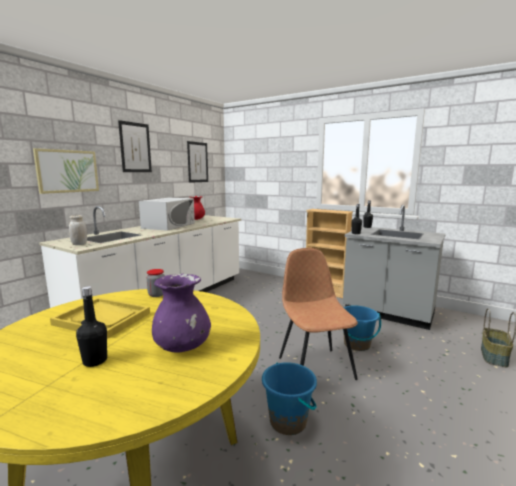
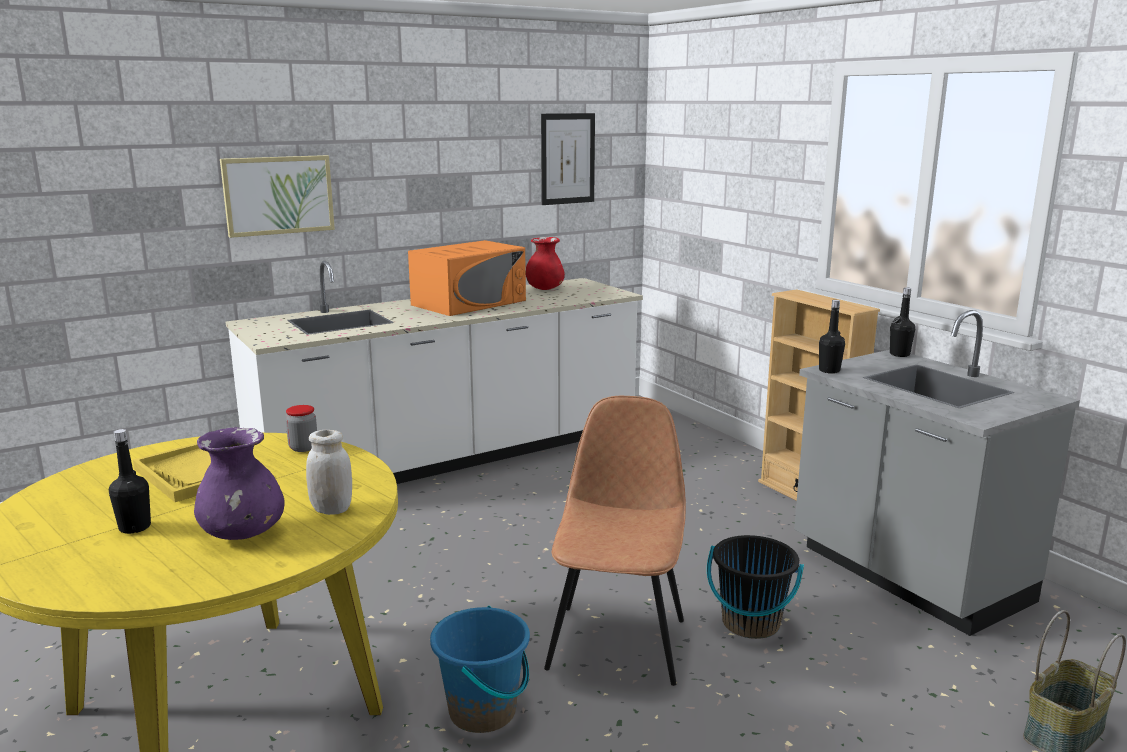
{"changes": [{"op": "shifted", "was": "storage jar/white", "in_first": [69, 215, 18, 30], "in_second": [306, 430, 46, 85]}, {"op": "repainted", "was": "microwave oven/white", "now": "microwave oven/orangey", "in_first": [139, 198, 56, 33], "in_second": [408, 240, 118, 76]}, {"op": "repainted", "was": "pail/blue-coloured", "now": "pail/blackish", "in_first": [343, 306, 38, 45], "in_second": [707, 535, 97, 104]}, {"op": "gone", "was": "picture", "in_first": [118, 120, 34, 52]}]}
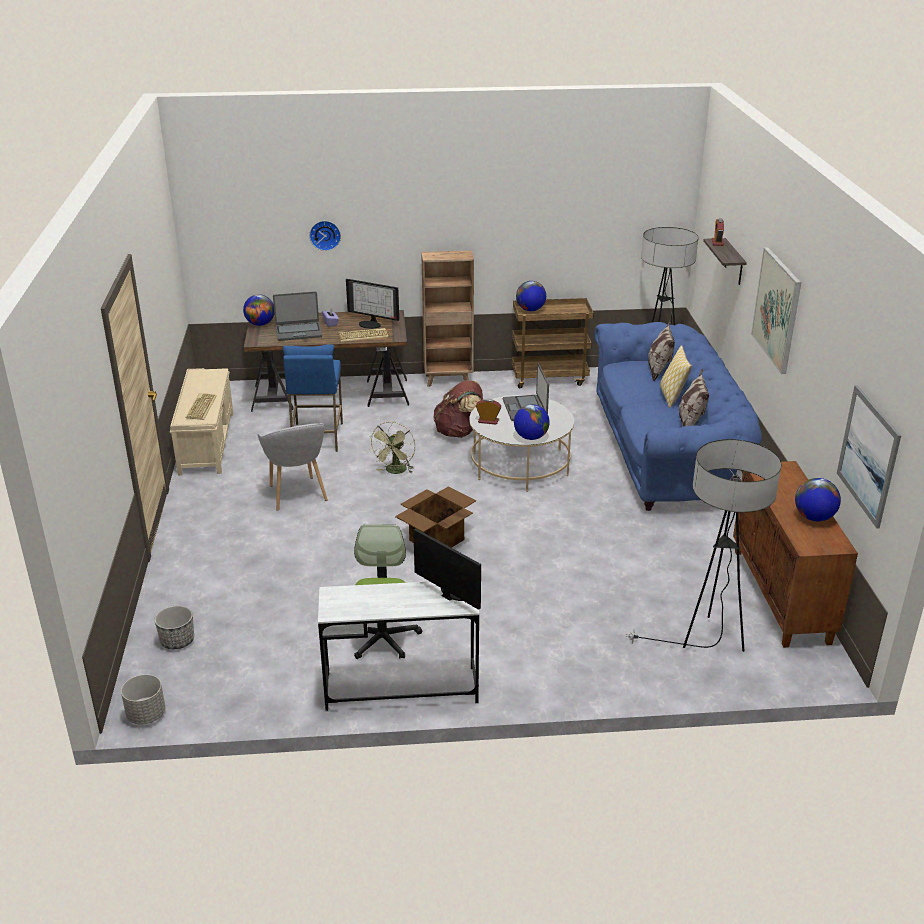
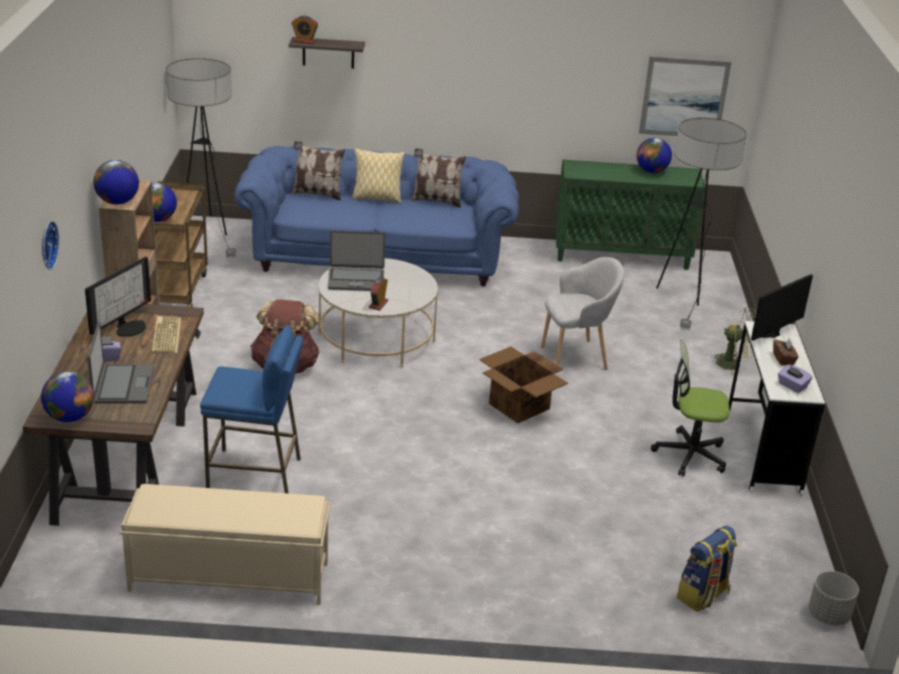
{"changes": [{"op": "shifted", "was": "desk globe", "in_first": [514, 404, 36, 36], "in_second": [93, 160, 46, 44]}, {"op": "shifted", "was": "armchair/gray", "in_first": [258, 423, 70, 88], "in_second": [541, 257, 83, 113]}, {"op": "repainted", "was": "cupboard/brown-coloured", "now": "cupboard/green-coloured", "in_first": [733, 461, 125, 187], "in_second": [555, 160, 151, 110]}, {"op": "swapped", "was": "plant pot", "now": "knapsack", "in_first": [154, 605, 40, 44], "in_second": [677, 526, 60, 86]}, {"op": "shifted", "was": "cooling fan/green-coloured", "in_first": [369, 422, 46, 52], "in_second": [711, 308, 45, 68]}, {"op": "new", "now": "tissue box/brown-coloured", "in_second": [773, 338, 26, 27]}, {"op": "new", "now": "tissue box/purple", "in_second": [778, 364, 34, 29]}, {"op": "gone", "was": "keyboard", "in_first": [185, 393, 32, 27]}, {"op": "gone", "was": "picture", "in_first": [751, 247, 50, 127]}]}
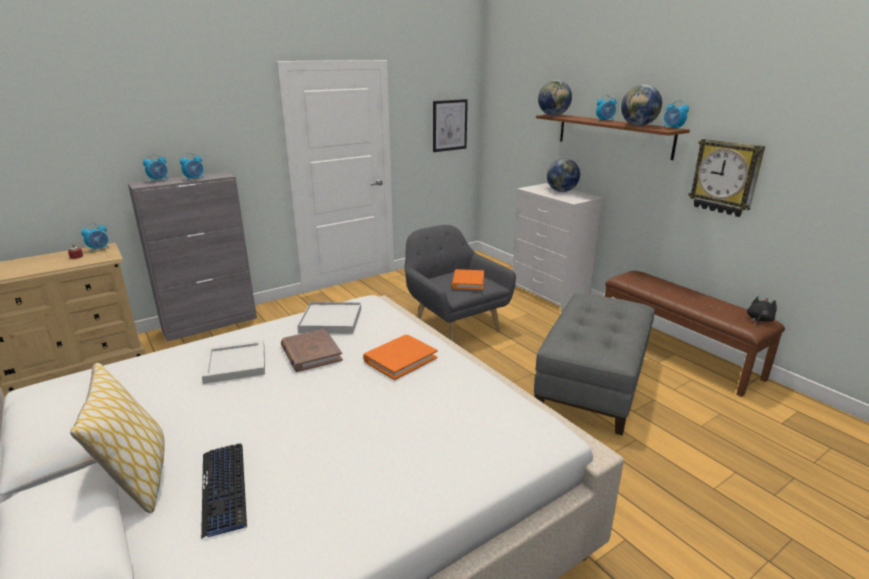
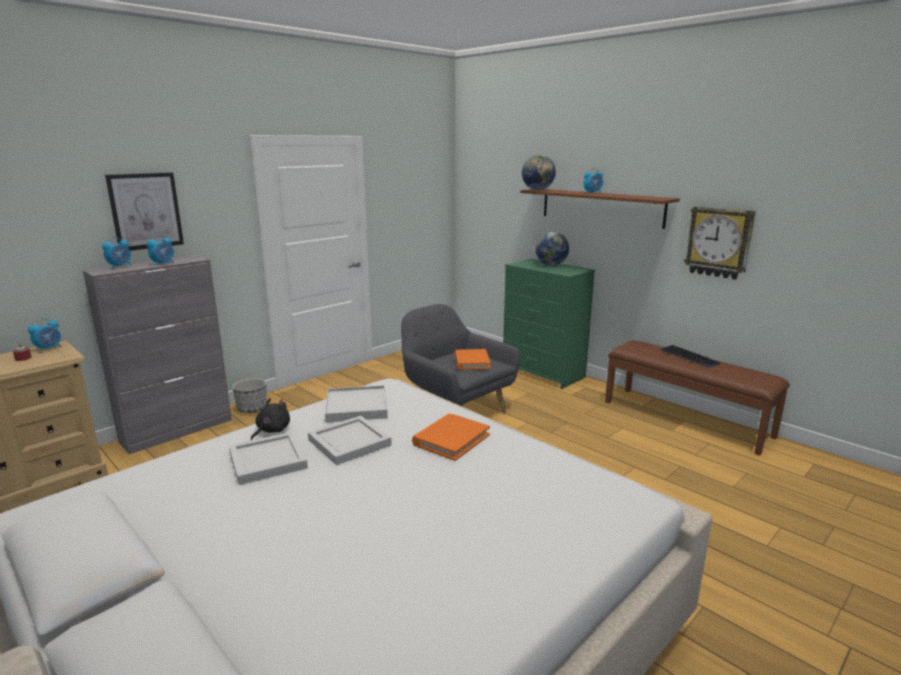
{"changes": [{"op": "shifted", "was": "picture", "in_first": [433, 99, 35, 53], "in_second": [105, 172, 79, 79]}, {"op": "new", "now": "plant pot", "in_second": [232, 378, 35, 35]}, {"op": "shifted", "was": "cuddly toy/blackish", "in_first": [747, 297, 30, 29], "in_second": [251, 398, 39, 42]}, {"op": "swapped", "was": "bound book/brown-coloured", "now": "serving tray/white", "in_first": [281, 329, 62, 43], "in_second": [308, 416, 84, 49]}, {"op": "repainted", "was": "chest of drawers/white", "now": "chest of drawers/green-coloured", "in_first": [512, 183, 92, 129], "in_second": [503, 259, 92, 130]}, {"op": "shifted", "was": "keyboard", "in_first": [201, 443, 46, 96], "in_second": [661, 345, 59, 23]}, {"op": "gone", "was": "throw pillow", "in_first": [70, 363, 95, 150]}, {"op": "gone", "was": "footrest/gray", "in_first": [534, 293, 121, 143]}, {"op": "gone", "was": "desk globe", "in_first": [621, 85, 41, 41]}, {"op": "gone", "was": "alarm clock", "in_first": [663, 100, 26, 30]}]}
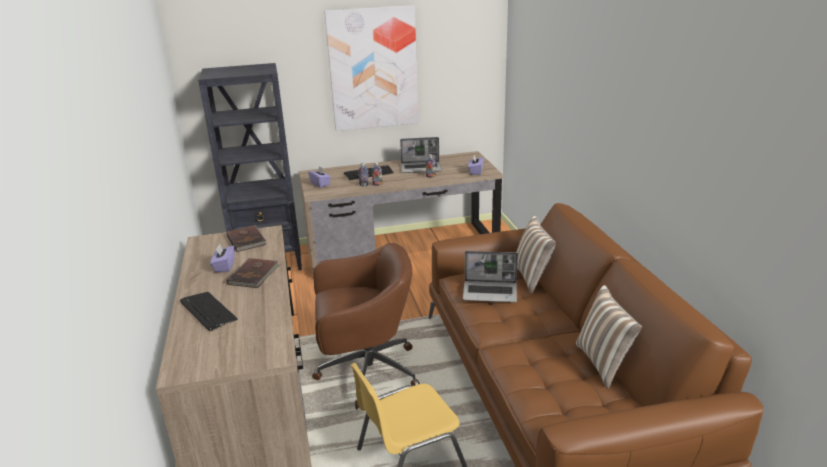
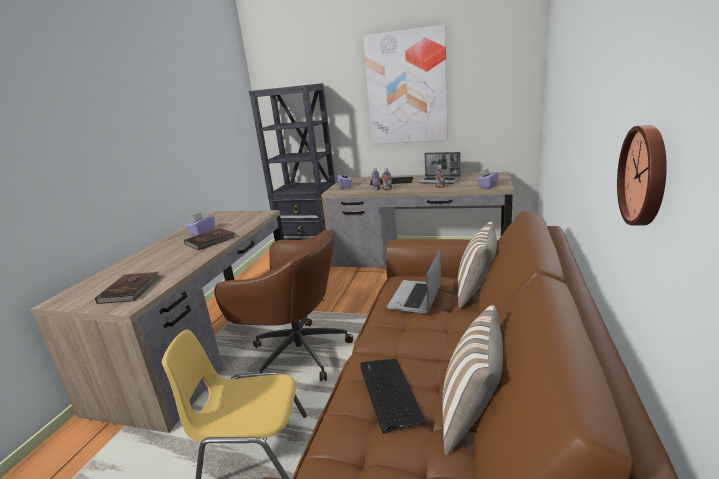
{"changes": [{"op": "shifted", "was": "bound book/brown-coloured", "in_first": [226, 225, 40, 27], "in_second": [95, 272, 67, 32]}, {"op": "shifted", "was": "keyboard", "in_first": [180, 292, 58, 39], "in_second": [360, 359, 66, 75]}, {"op": "rotated", "was": "laptop", "in_first": [463, 251, 55, 51], "in_second": [387, 249, 54, 65], "clockwise": 75}, {"op": "new", "now": "wall clock", "in_second": [617, 125, 50, 101]}]}
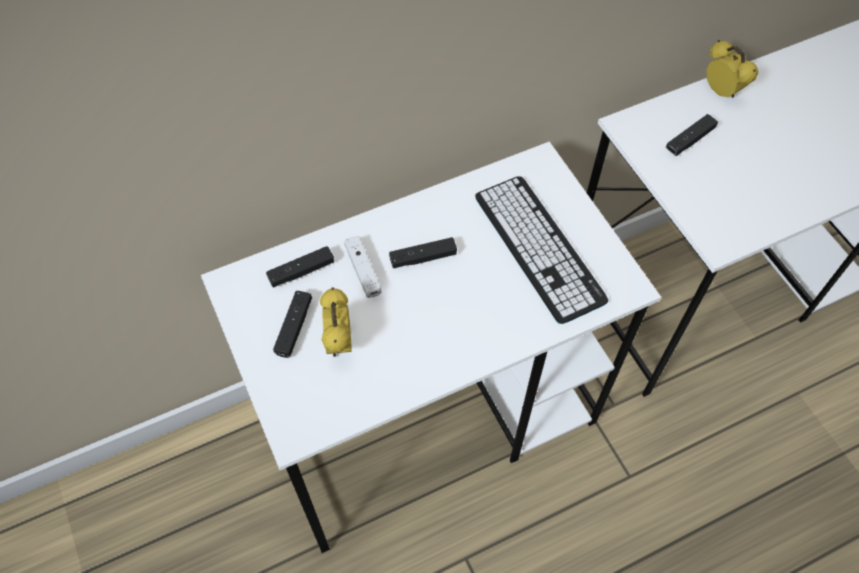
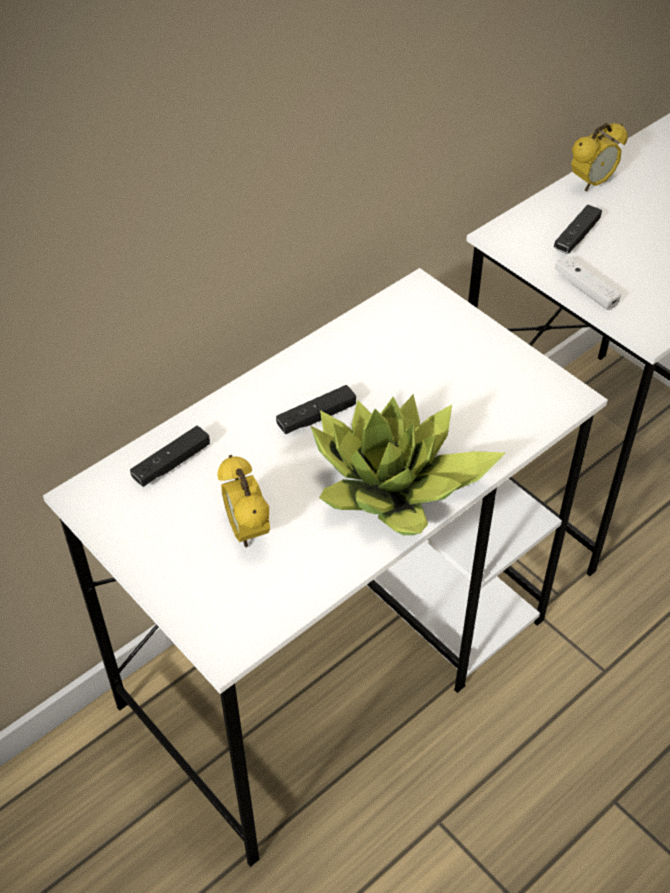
{"changes": [{"op": "new", "now": "houseplant", "in_second": [311, 394, 194, 141]}, {"op": "shifted", "was": "game controller/white", "in_first": [344, 236, 37, 62], "in_second": [554, 256, 67, 54]}, {"op": "rotated", "was": "alarm clock", "in_first": [706, 40, 52, 58], "in_second": [571, 123, 57, 68], "clockwise": 105}, {"op": "gone", "was": "game controller/blackish", "in_first": [273, 291, 39, 67]}, {"op": "gone", "was": "keyboard", "in_first": [475, 176, 134, 148]}]}
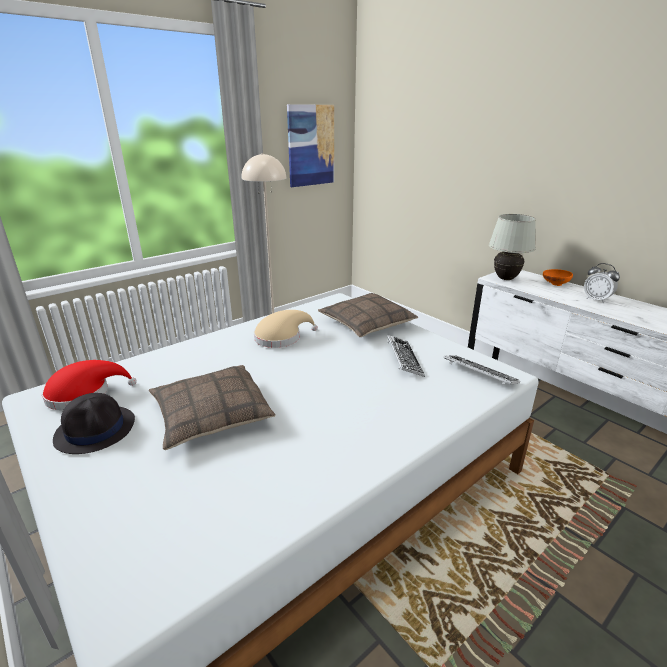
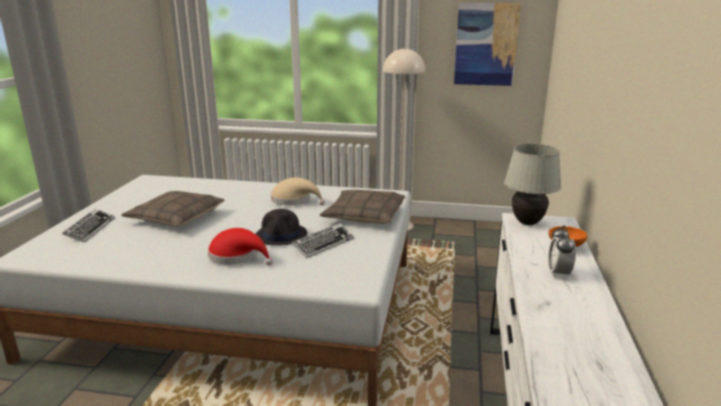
{"changes": [{"op": "shifted", "was": "keyboard", "in_first": [443, 355, 77, 30], "in_second": [62, 209, 53, 34]}, {"op": "shifted", "was": "hat/red-coloured", "in_first": [42, 360, 95, 50], "in_second": [208, 228, 65, 37]}, {"op": "shifted", "was": "hat/blackish", "in_first": [53, 393, 82, 61], "in_second": [256, 209, 51, 37]}]}
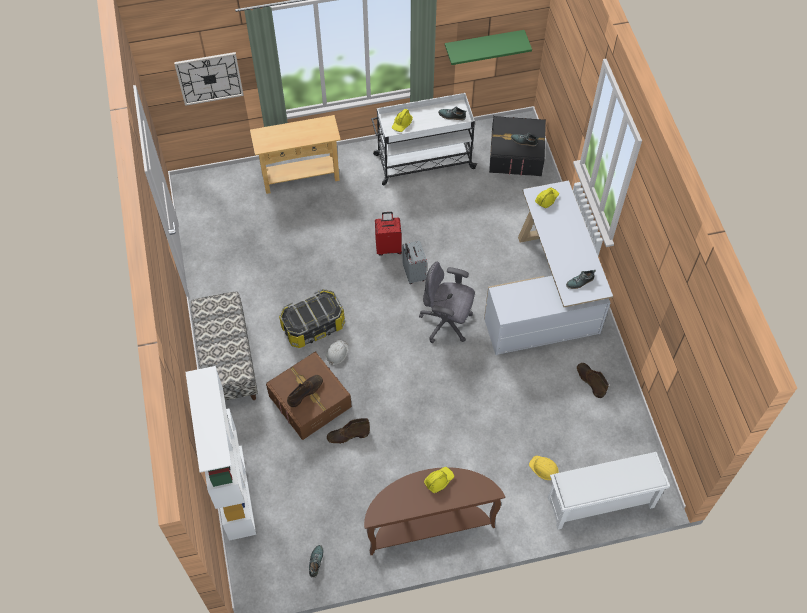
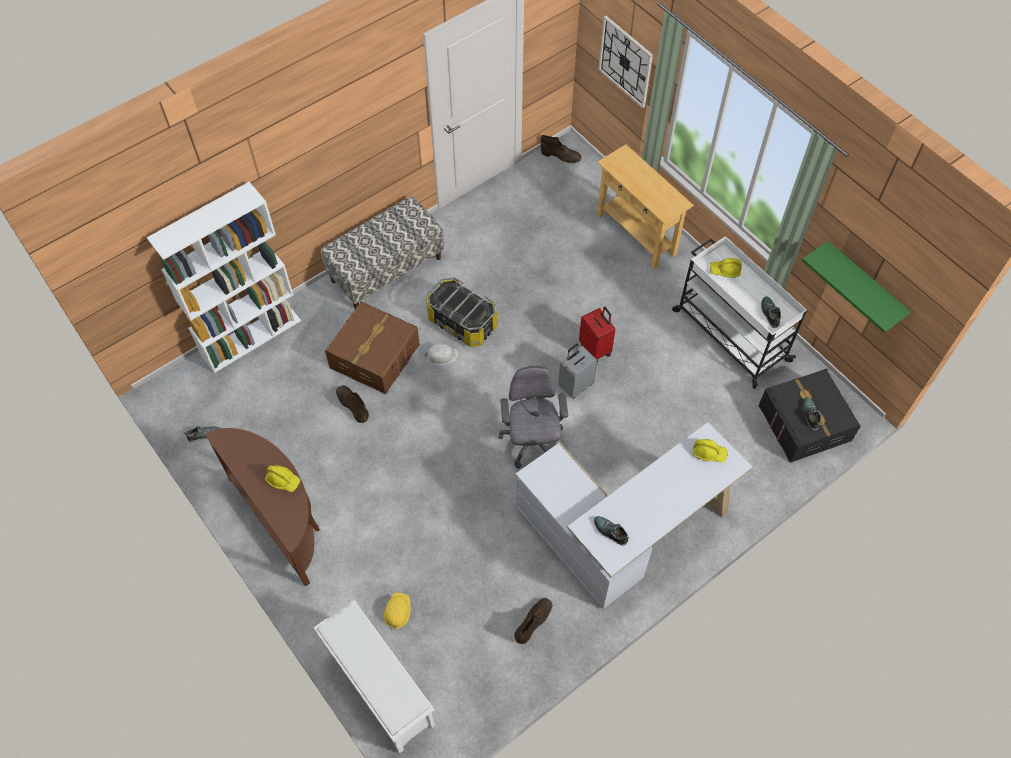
{"changes": [{"op": "shifted", "was": "tall boot/brown-coloured", "in_first": [287, 375, 36, 32], "in_second": [541, 135, 40, 28]}]}
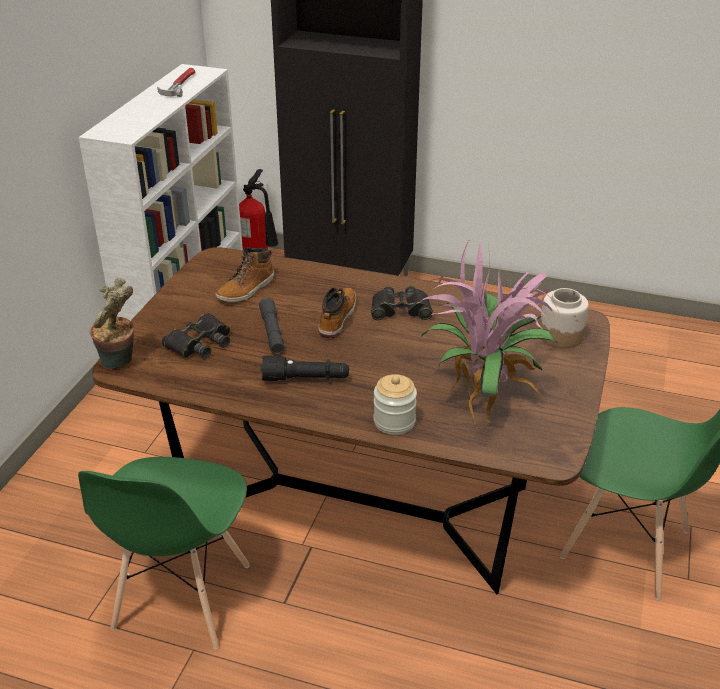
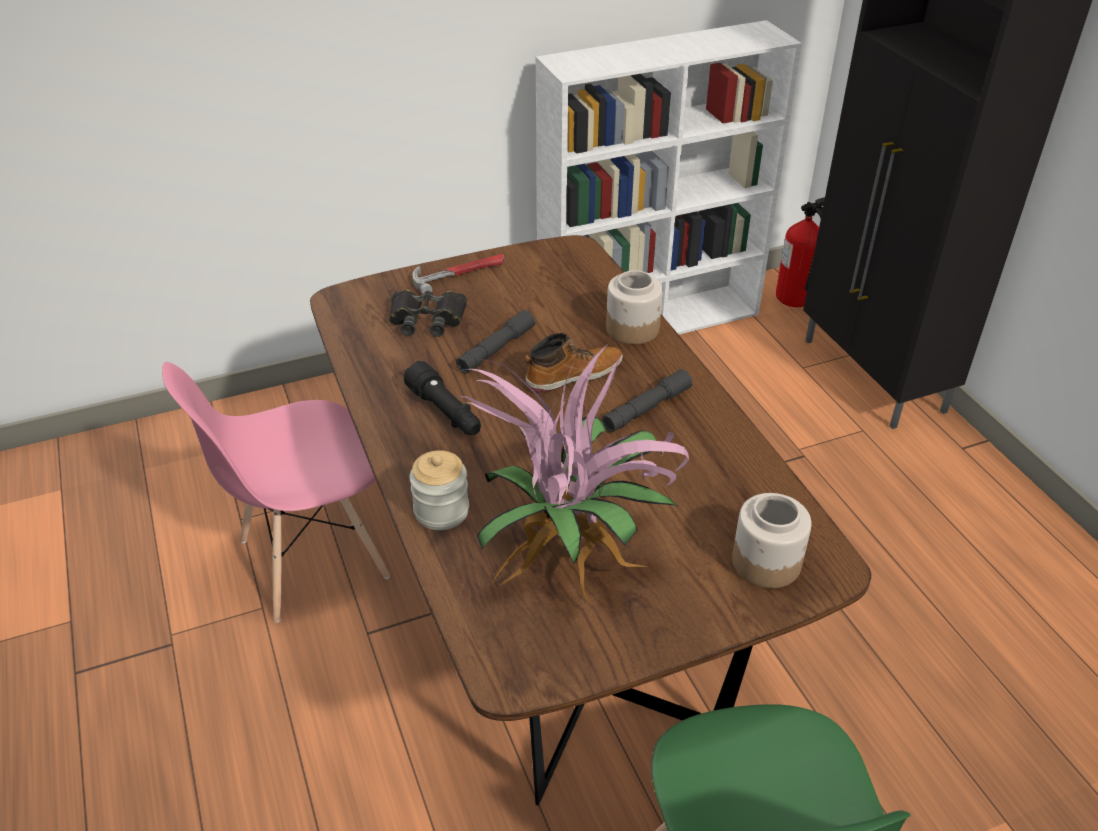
{"changes": [{"op": "repainted", "was": "plain chair/green-coloured", "now": "plain chair/pink-coloured", "in_first": [78, 457, 172, 192], "in_second": [162, 362, 228, 261]}, {"op": "shifted", "was": "hand hammer", "in_first": [157, 68, 38, 29], "in_second": [412, 254, 92, 41]}, {"op": "swapped", "was": "field glasses/blackish", "now": "torch/gray", "in_first": [371, 286, 62, 34], "in_second": [602, 369, 91, 63]}, {"op": "new", "now": "storage jar", "in_second": [606, 270, 57, 74]}, {"op": "gone", "was": "houseplant", "in_first": [90, 278, 44, 90]}, {"op": "gone", "was": "tall boot", "in_first": [215, 247, 60, 56]}]}
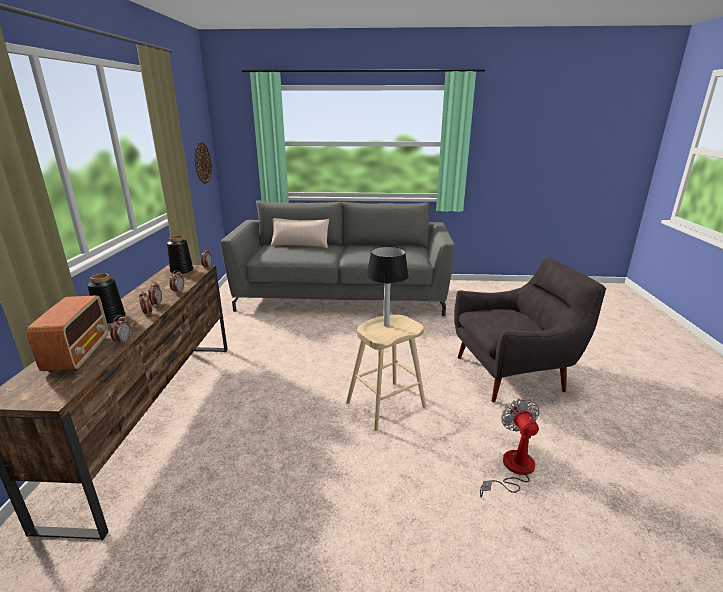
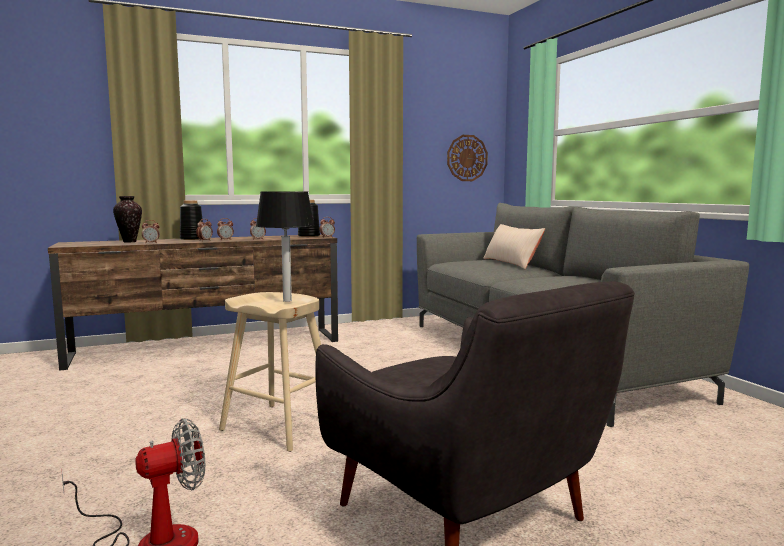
{"changes": [{"op": "swapped", "was": "radio receiver", "now": "decorative vase", "in_first": [27, 295, 81, 77], "in_second": [113, 196, 29, 46]}]}
